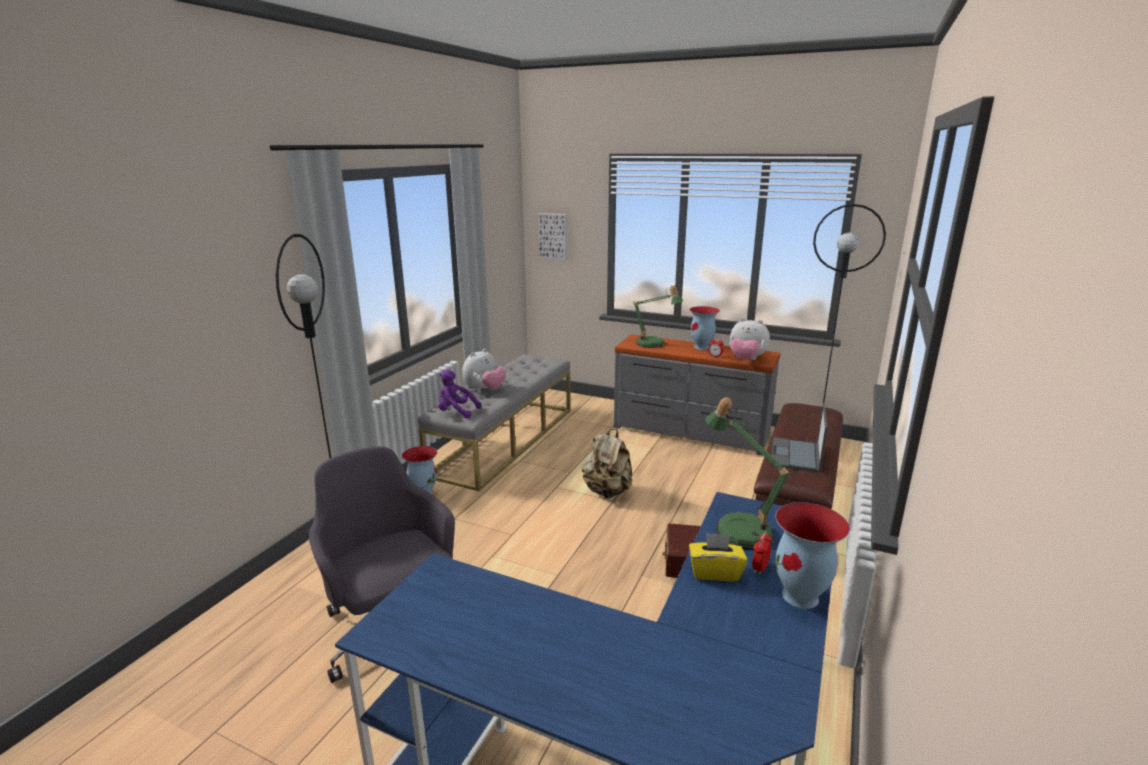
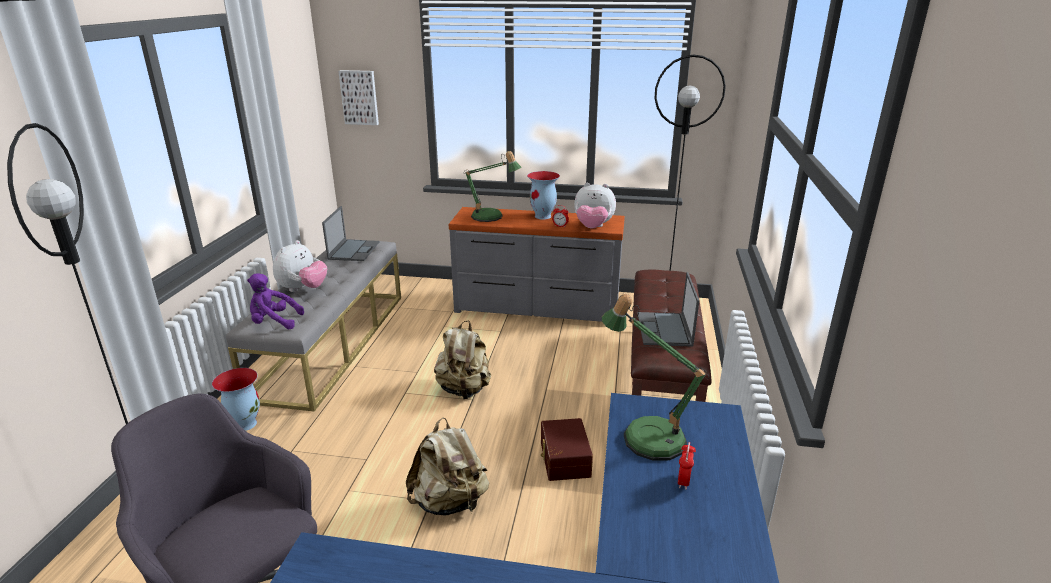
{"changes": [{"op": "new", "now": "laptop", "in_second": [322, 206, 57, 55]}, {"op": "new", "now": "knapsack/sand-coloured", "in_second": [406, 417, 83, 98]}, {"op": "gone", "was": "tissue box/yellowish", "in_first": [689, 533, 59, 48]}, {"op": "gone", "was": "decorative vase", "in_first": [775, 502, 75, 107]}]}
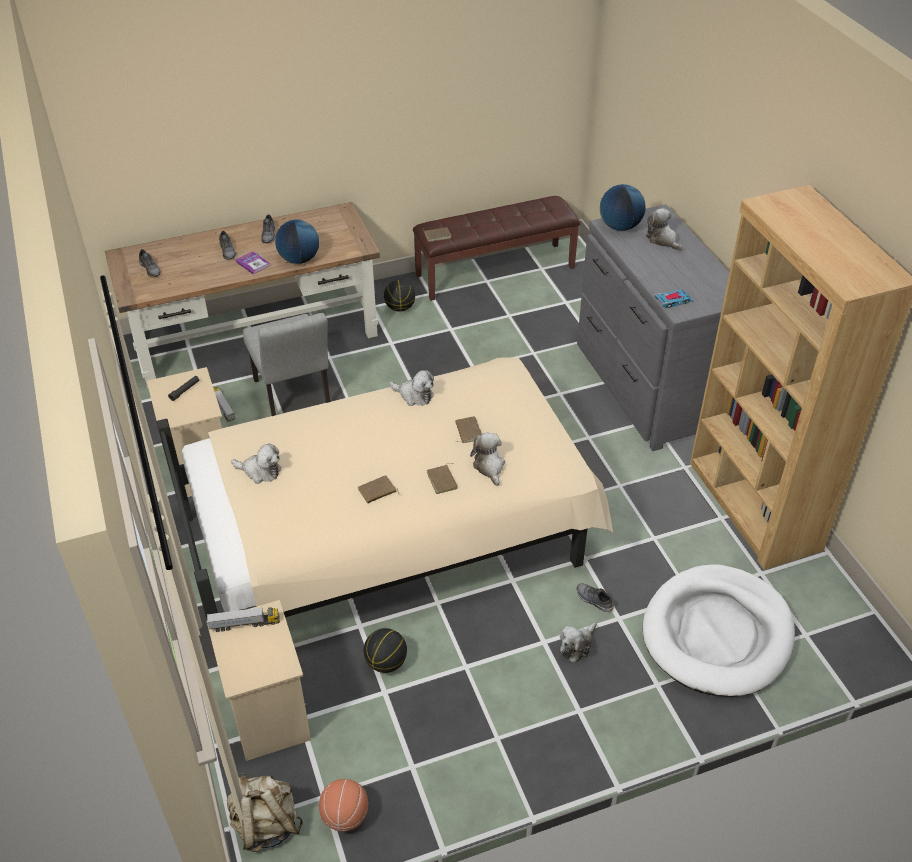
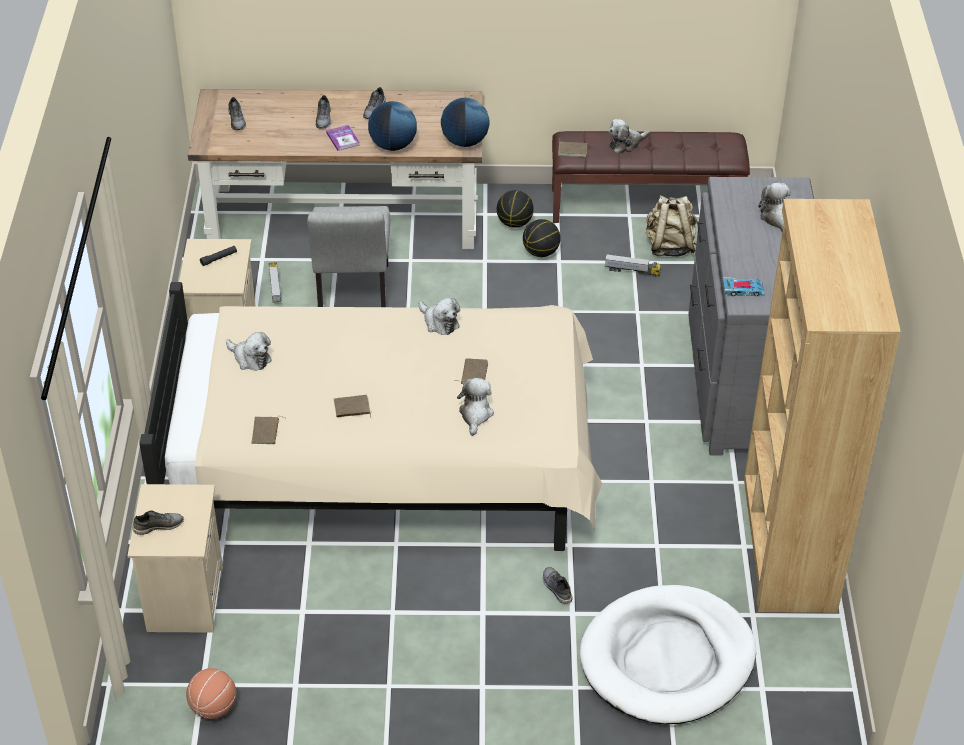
{"changes": [{"op": "new", "now": "shoe/gray", "in_second": [133, 510, 51, 25]}, {"op": "shifted", "was": "bound book/brown-coloured", "in_first": [427, 463, 31, 31], "in_second": [251, 416, 34, 28]}, {"op": "shifted", "was": "desk globe", "in_first": [600, 184, 45, 47], "in_second": [441, 98, 49, 49]}, {"op": "shifted", "was": "basketball ball", "in_first": [363, 628, 44, 45], "in_second": [523, 219, 37, 38]}, {"op": "shifted", "was": "toy lorry", "in_first": [207, 607, 73, 25], "in_second": [605, 254, 56, 23]}, {"op": "shifted", "was": "cuddly toy", "in_first": [560, 623, 37, 40], "in_second": [609, 119, 41, 34]}, {"op": "shifted", "was": "knapsack/sand-coloured", "in_first": [227, 773, 76, 79], "in_second": [645, 195, 52, 62]}]}
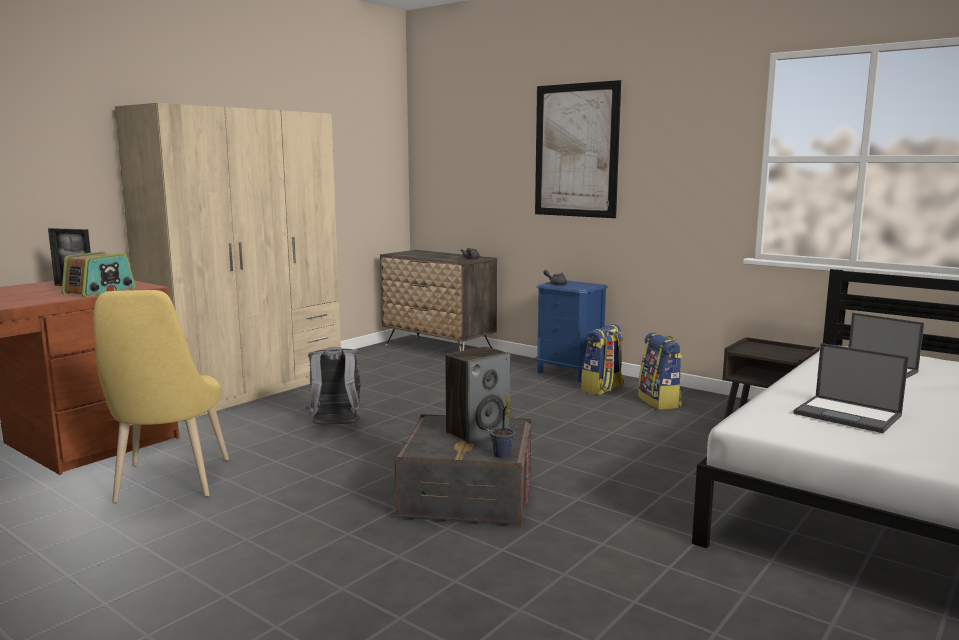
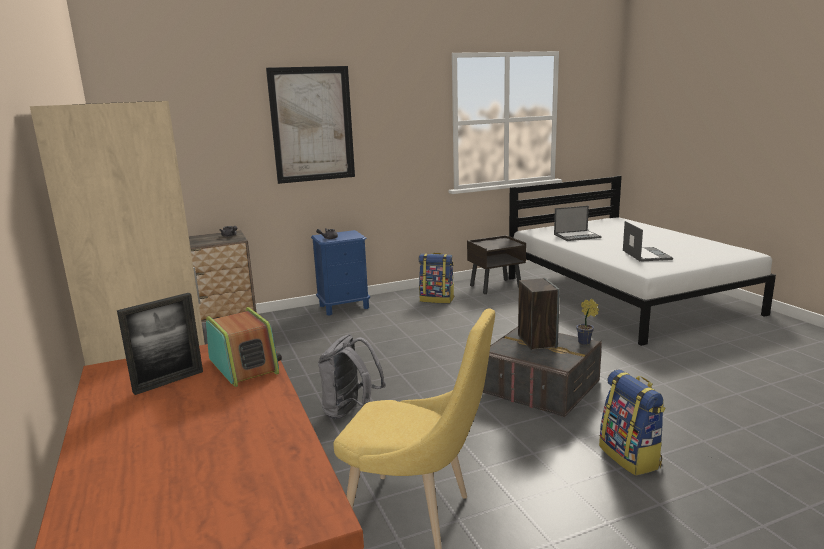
{"changes": [{"op": "shifted", "was": "knapsack", "in_first": [581, 324, 43, 71], "in_second": [599, 370, 67, 106]}, {"op": "rotated", "was": "laptop", "in_first": [793, 343, 116, 90], "in_second": [623, 221, 50, 41], "clockwise": -75}]}
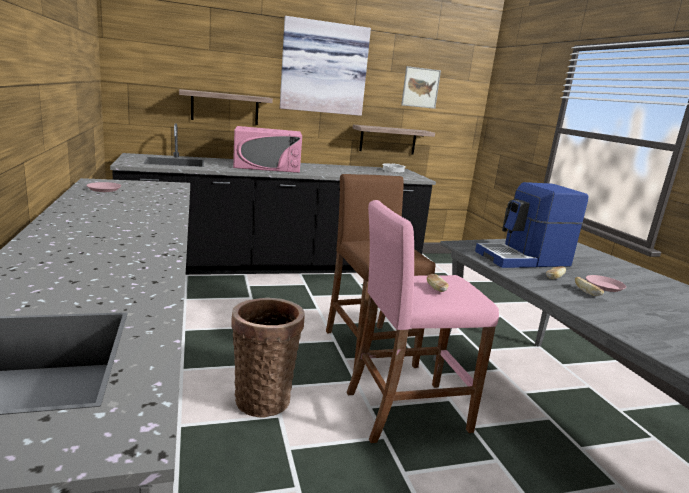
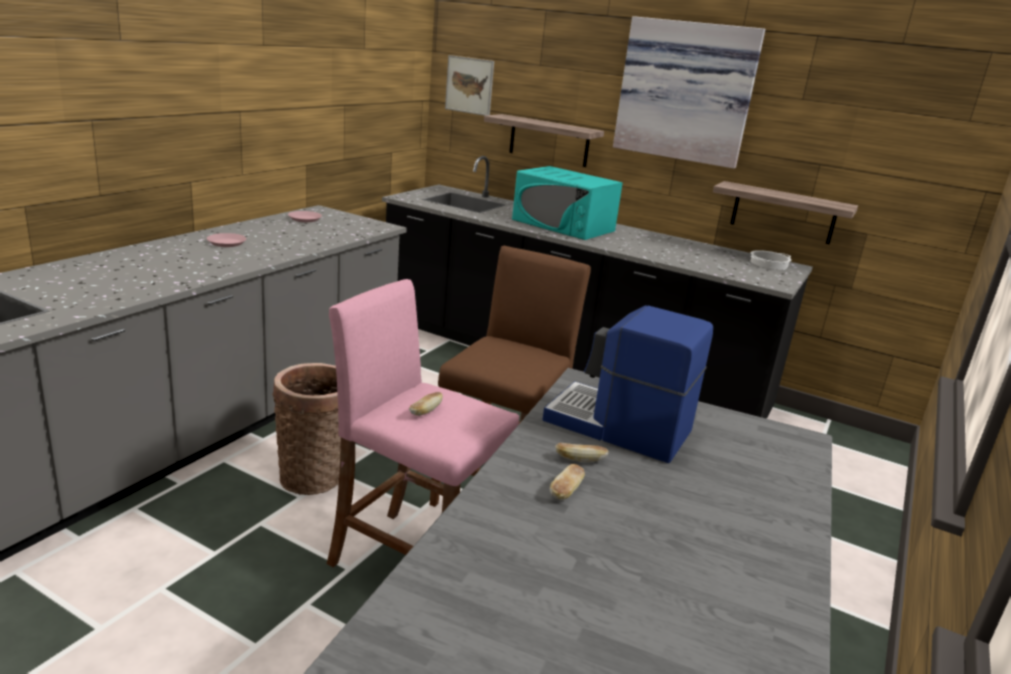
{"changes": [{"op": "shifted", "was": "flat dish/pink-coloured", "in_first": [586, 275, 40, 17], "in_second": [207, 233, 39, 14]}, {"op": "shifted", "was": "picture", "in_first": [401, 66, 40, 43], "in_second": [445, 55, 49, 61]}, {"op": "repainted", "was": "microwave oven/pink-coloured", "now": "microwave oven/turquoise-coloured", "in_first": [233, 126, 69, 47], "in_second": [512, 166, 111, 74]}]}
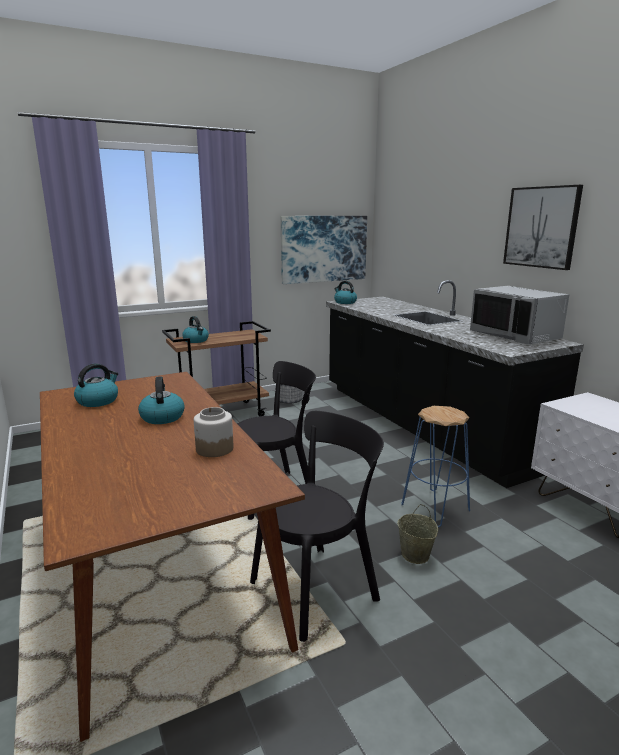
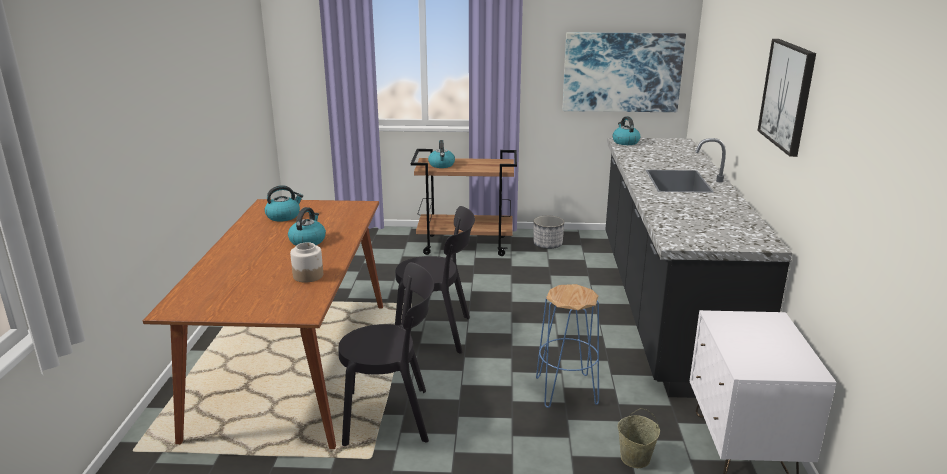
{"changes": [{"op": "shifted", "was": "pail/sand-coloured", "in_first": [397, 504, 41, 60], "in_second": [617, 408, 43, 60]}, {"op": "gone", "was": "microwave oven/gray", "in_first": [470, 286, 99, 59]}]}
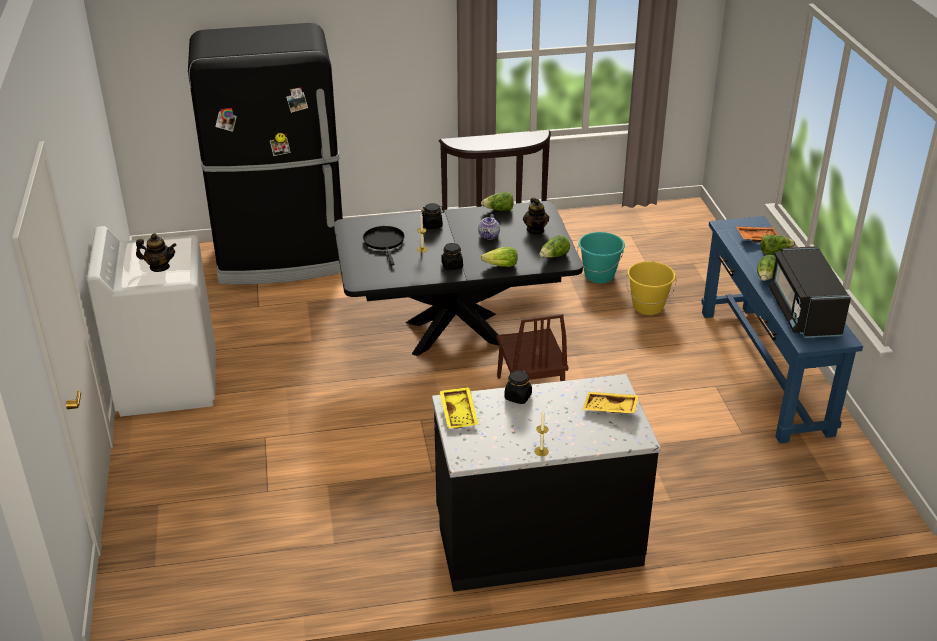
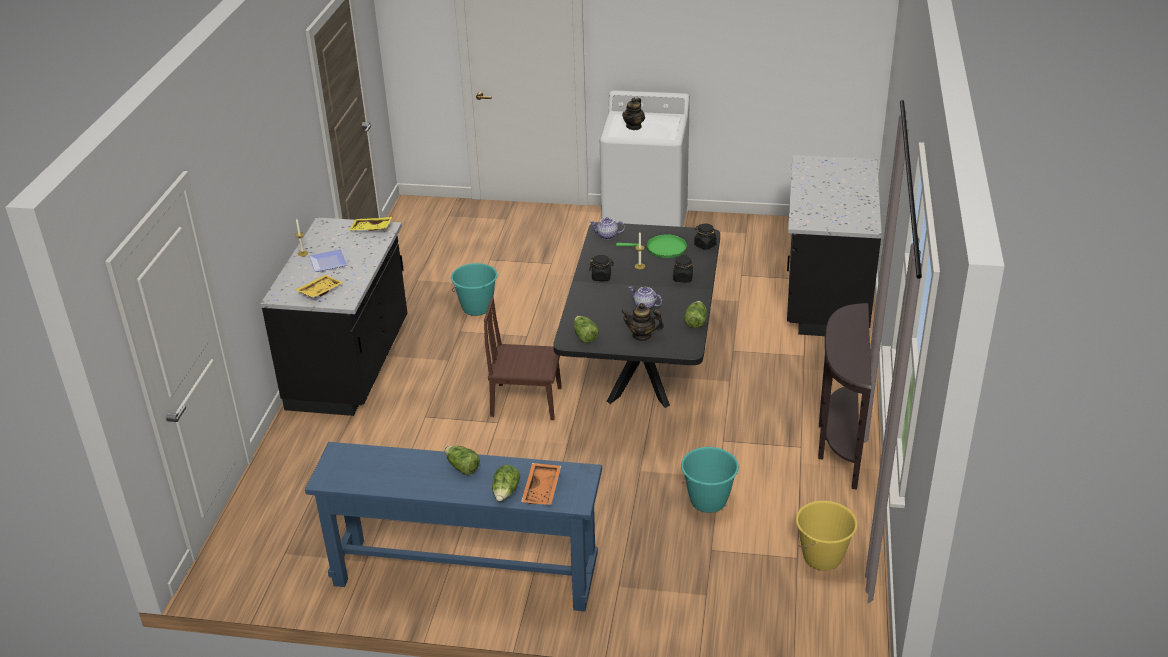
{"changes": [{"op": "new", "now": "flat dish", "in_second": [309, 249, 38, 23]}, {"op": "new", "now": "pail/turquoise-coloured", "in_second": [451, 263, 46, 53]}, {"op": "new", "now": "tea pot", "in_second": [590, 217, 35, 23]}, {"op": "repainted", "was": "pan/blackish", "now": "pan/green-coloured", "in_first": [363, 226, 42, 39], "in_second": [616, 234, 71, 24]}, {"op": "shifted", "was": "storage jar/blackish", "in_first": [504, 369, 28, 35], "in_second": [694, 224, 23, 26]}, {"op": "swapped", "was": "kitchen fridge/blackish", "now": "counter/blackish", "in_first": [188, 23, 155, 262], "in_second": [787, 155, 95, 181]}, {"op": "shifted", "was": "pail/yellowish", "in_first": [626, 261, 51, 54], "in_second": [796, 501, 62, 70]}, {"op": "gone", "was": "lettuce", "in_first": [481, 247, 37, 20]}, {"op": "gone", "was": "microwave oven/blackish", "in_first": [769, 246, 82, 92]}]}
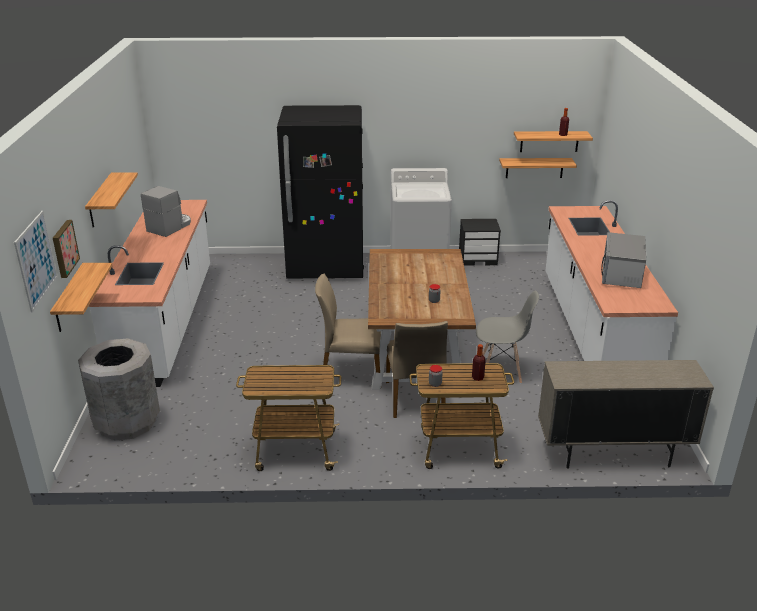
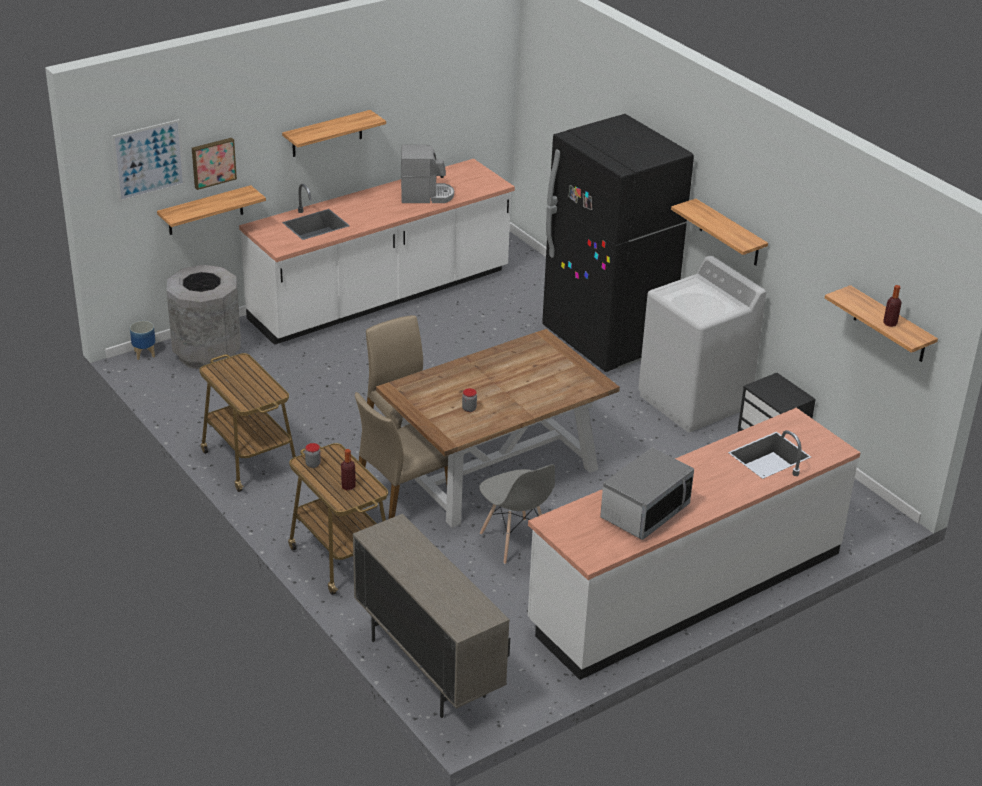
{"changes": [{"op": "new", "now": "plant pot", "in_second": [130, 321, 25, 39]}, {"op": "rotated", "was": "microwave oven", "in_first": [601, 232, 45, 56], "in_second": [600, 447, 94, 93], "clockwise": 150}, {"op": "shifted", "was": "shelf", "in_first": [499, 158, 78, 20], "in_second": [671, 199, 97, 67]}]}
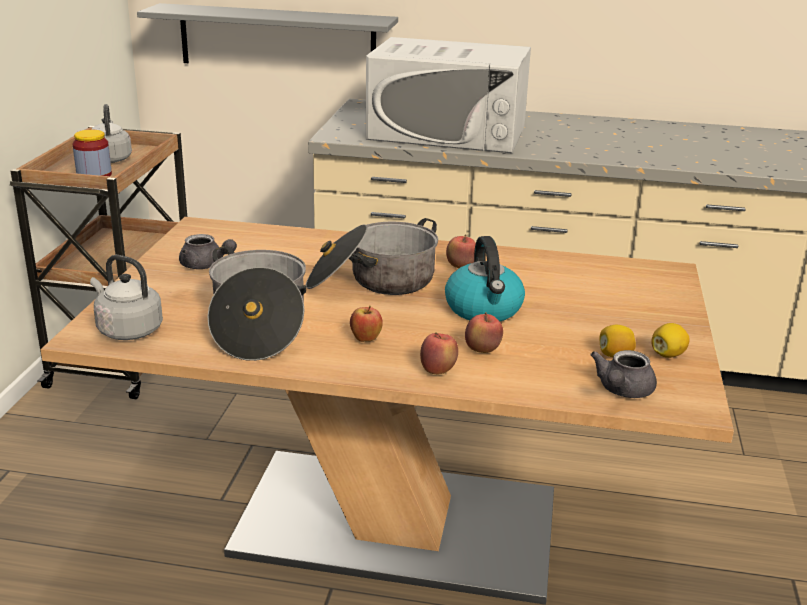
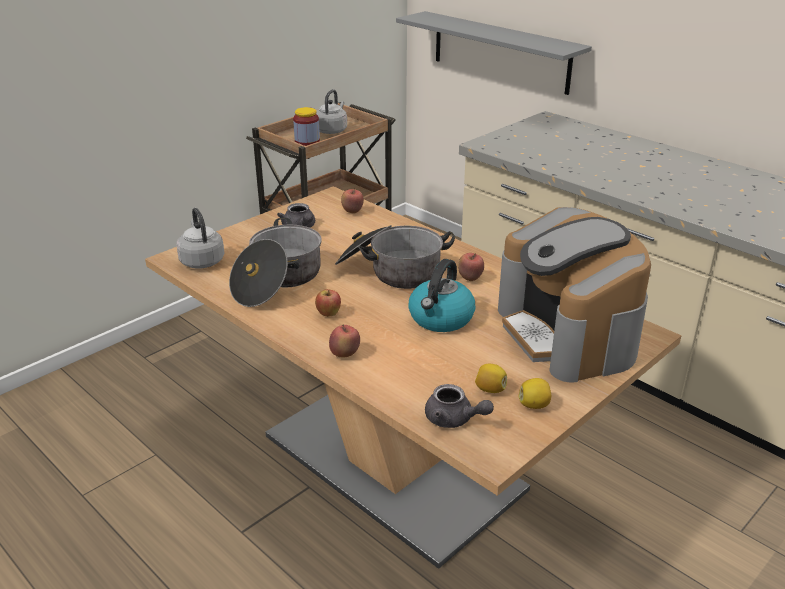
{"changes": [{"op": "shifted", "was": "whole apple", "in_first": [465, 312, 38, 41], "in_second": [341, 188, 23, 25]}, {"op": "rotated", "was": "tea pot/gray", "in_first": [591, 350, 66, 48], "in_second": [425, 384, 69, 44], "clockwise": -120}, {"op": "new", "now": "coffee maker", "in_second": [498, 207, 153, 176]}, {"op": "gone", "was": "microwave oven/white", "in_first": [366, 37, 165, 116]}]}
